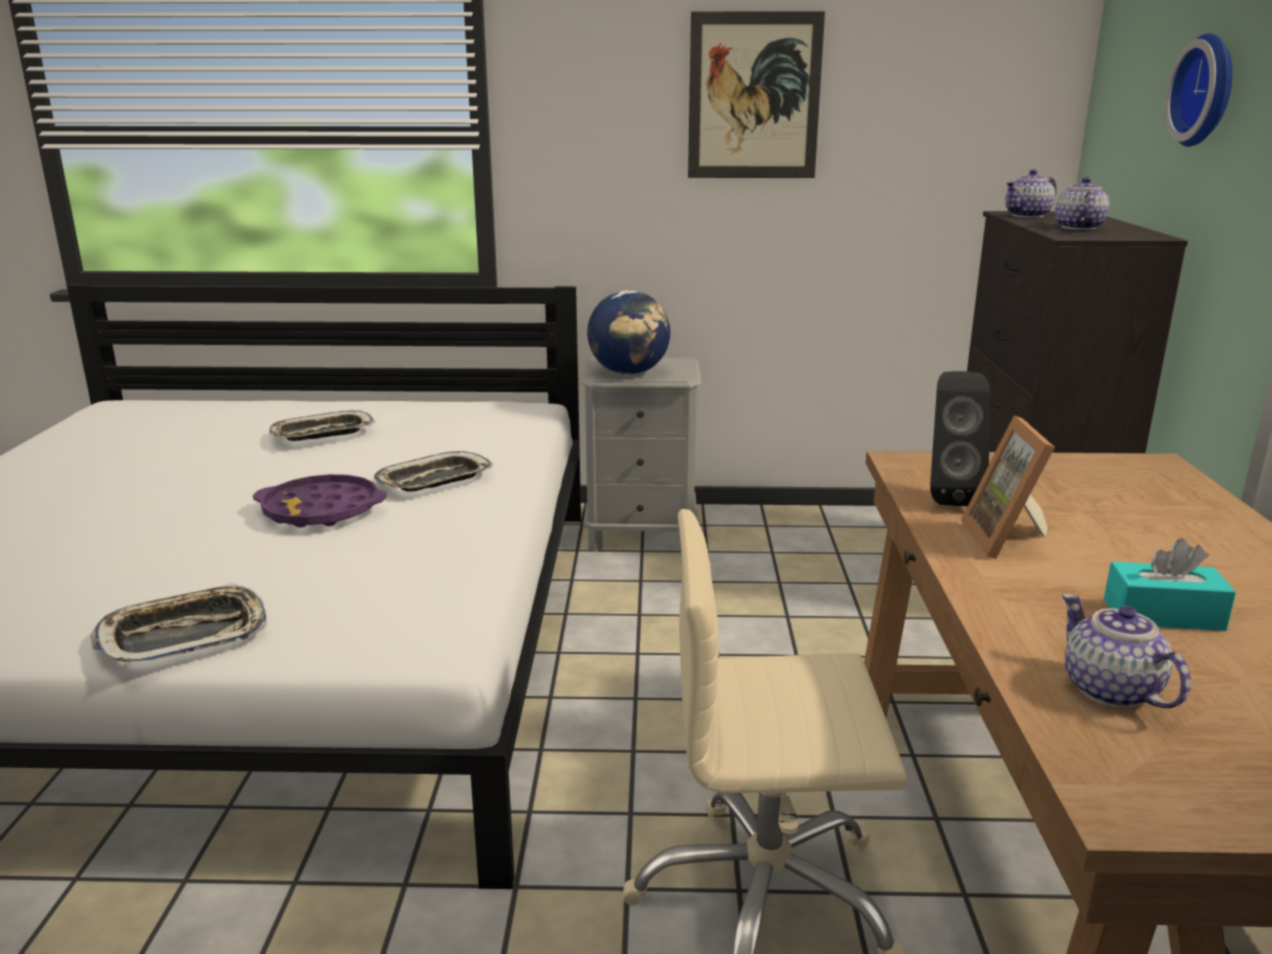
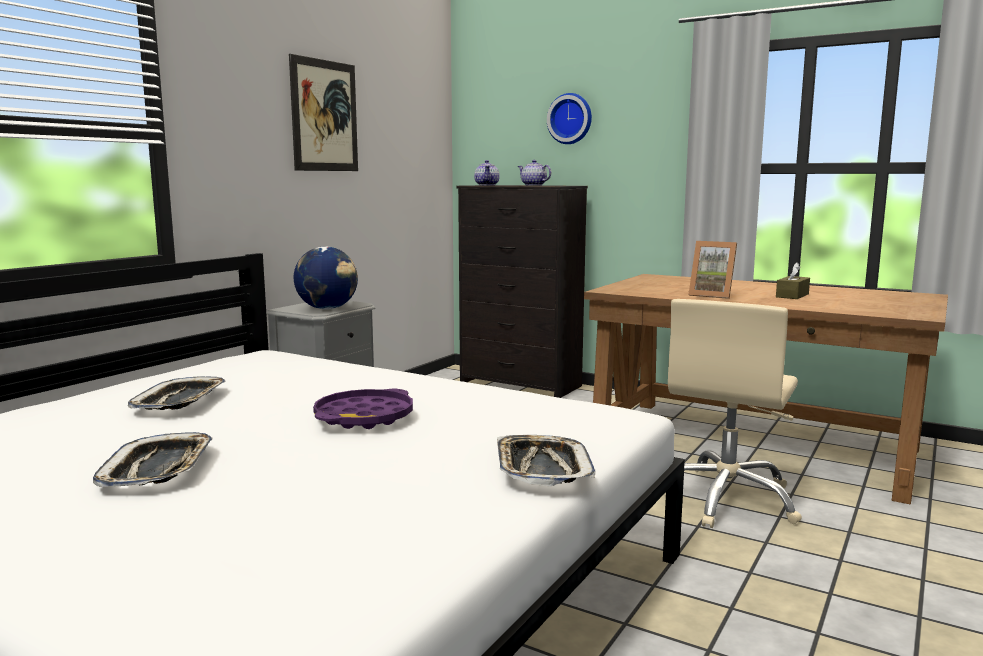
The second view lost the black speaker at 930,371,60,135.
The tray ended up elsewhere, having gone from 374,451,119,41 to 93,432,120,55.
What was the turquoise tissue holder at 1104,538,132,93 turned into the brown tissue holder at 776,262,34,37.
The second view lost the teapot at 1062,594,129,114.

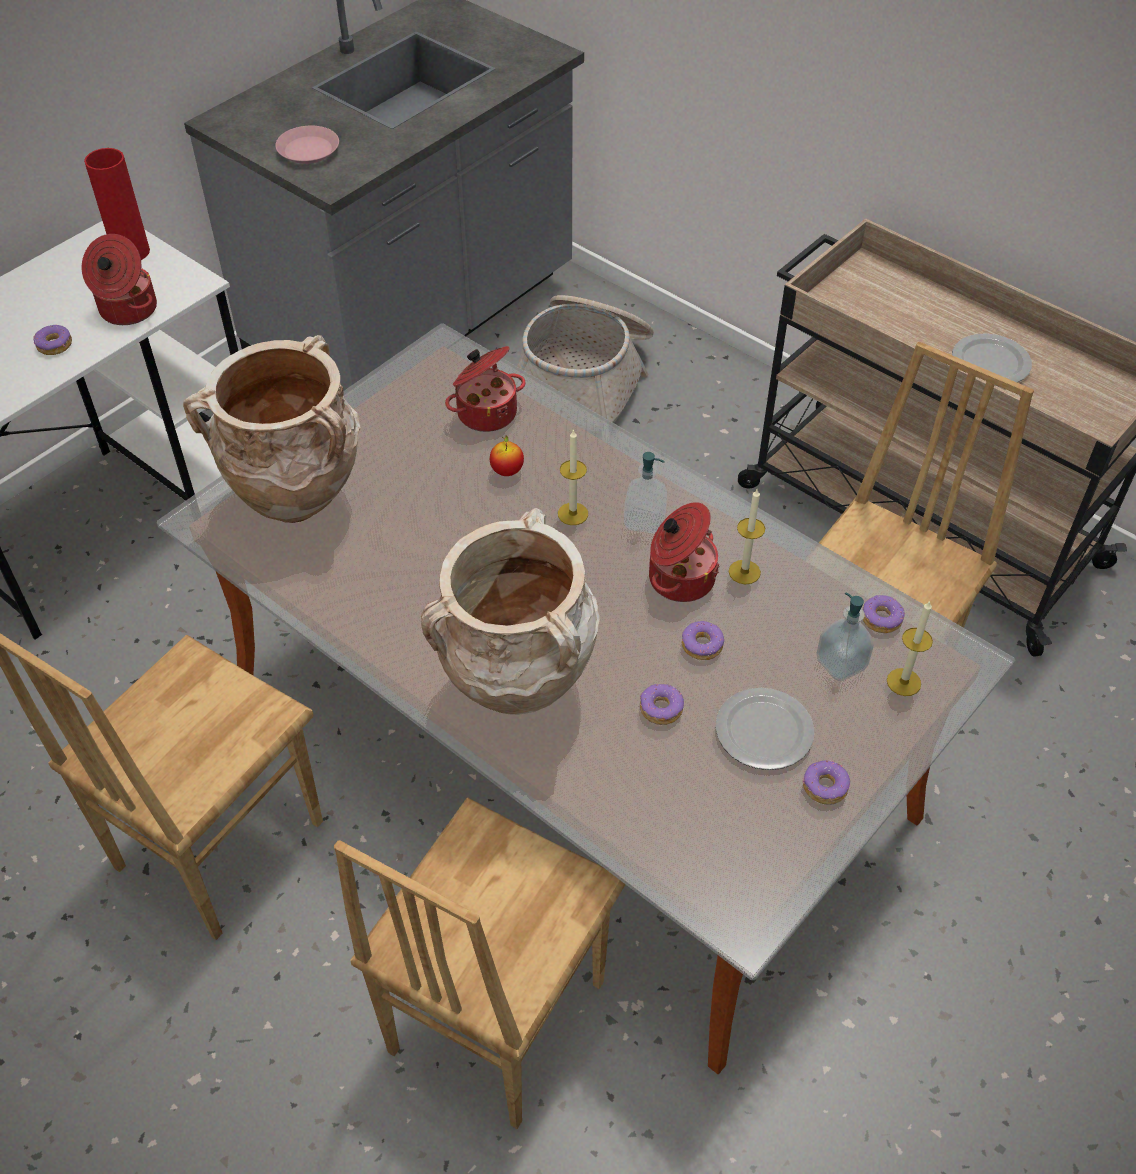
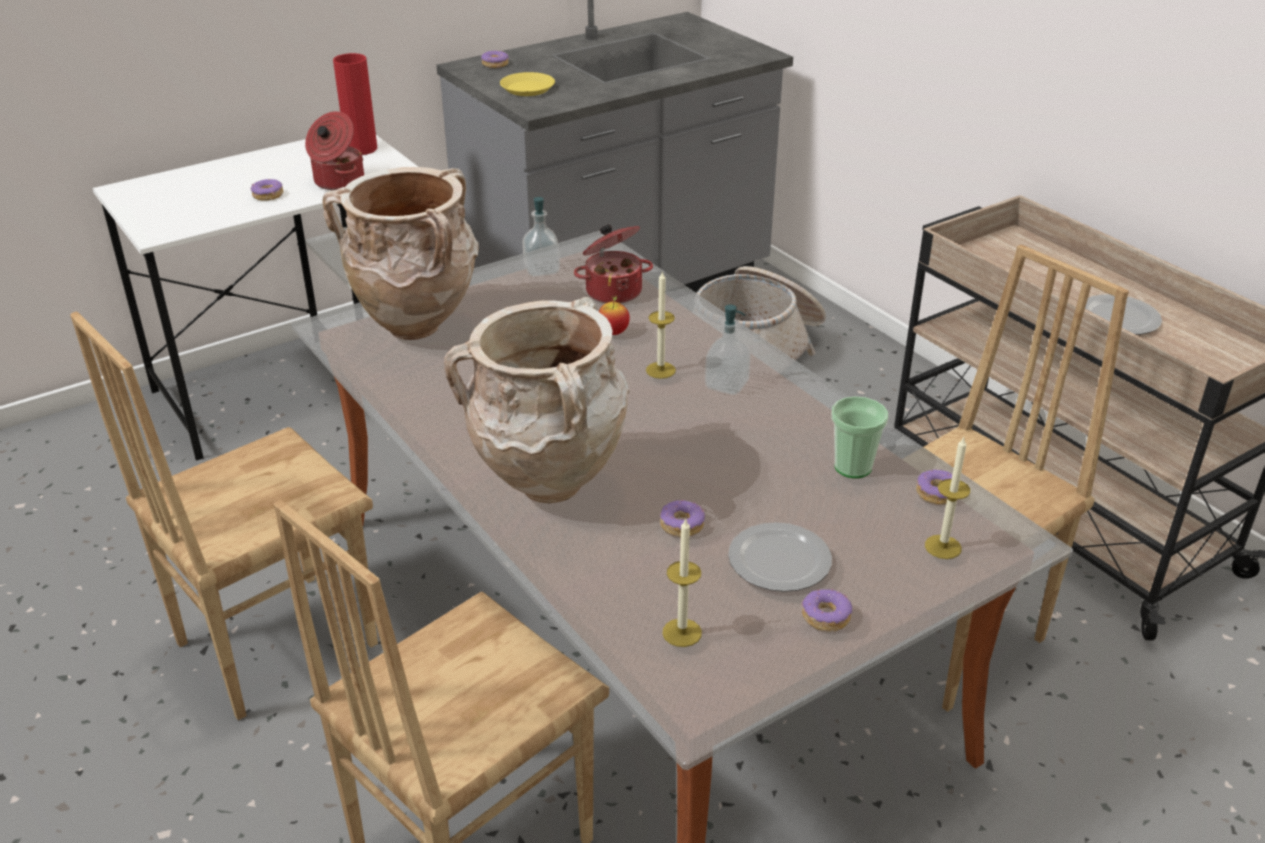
What was the pink flat dish at 275,126,64,38 turned into the yellowish flat dish at 500,72,55,24.
The wax light ended up elsewhere, having gone from 729,488,36,97 to 662,518,40,129.
The second view lost the cooking pot at 649,502,71,100.
The liquid soap bottle ended up elsewhere, having gone from 816,592,58,89 to 522,197,38,79.
The donut ended up elsewhere, having gone from 682,621,42,39 to 481,50,28,18.
The second view gained the cup at 831,397,57,81.

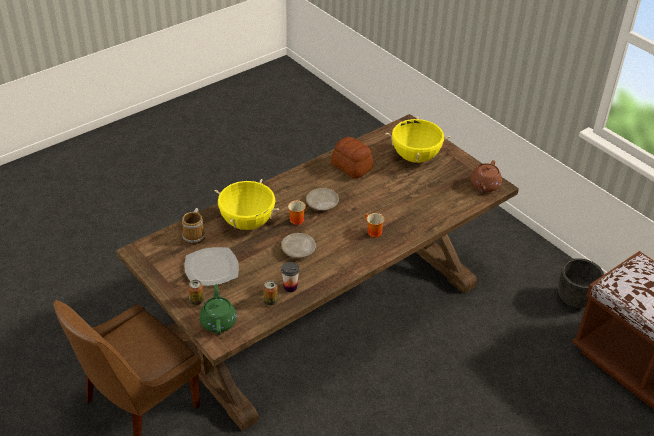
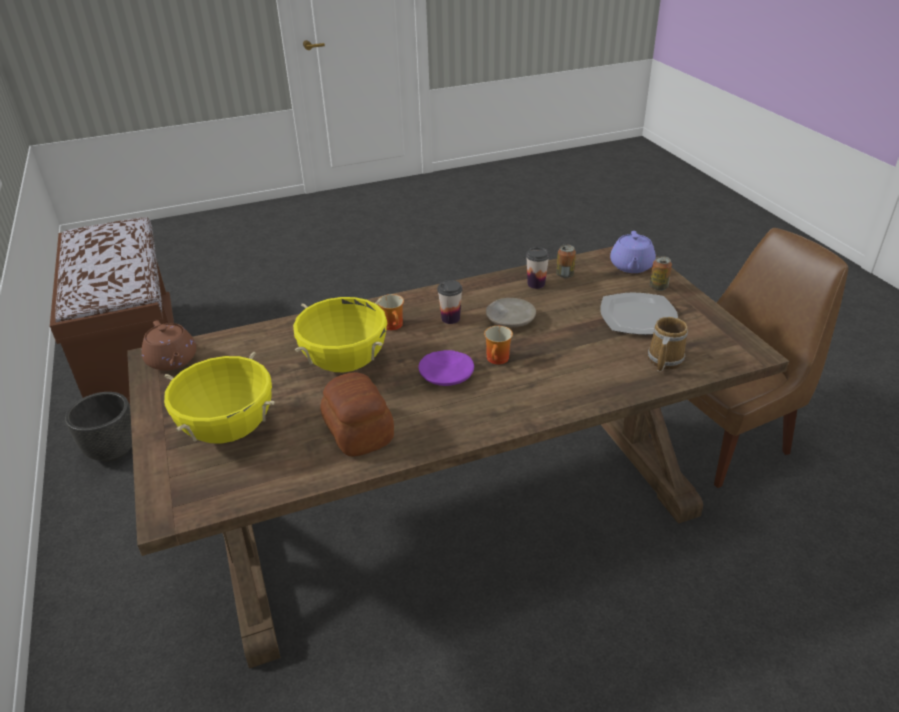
The brown teapot at 470,160,32,32 ended up facing another way, 105 degrees clockwise from before.
The yellowish cooking pot ended up elsewhere, having gone from 215,179,64,51 to 293,297,94,75.
What was the beige flat dish at 306,188,33,23 turned into the purplish flat dish at 419,350,55,36.
What was the green teapot at 199,284,38,51 turned into the purplish teapot at 610,231,46,42.
The second view gained the cup at 437,280,26,44.

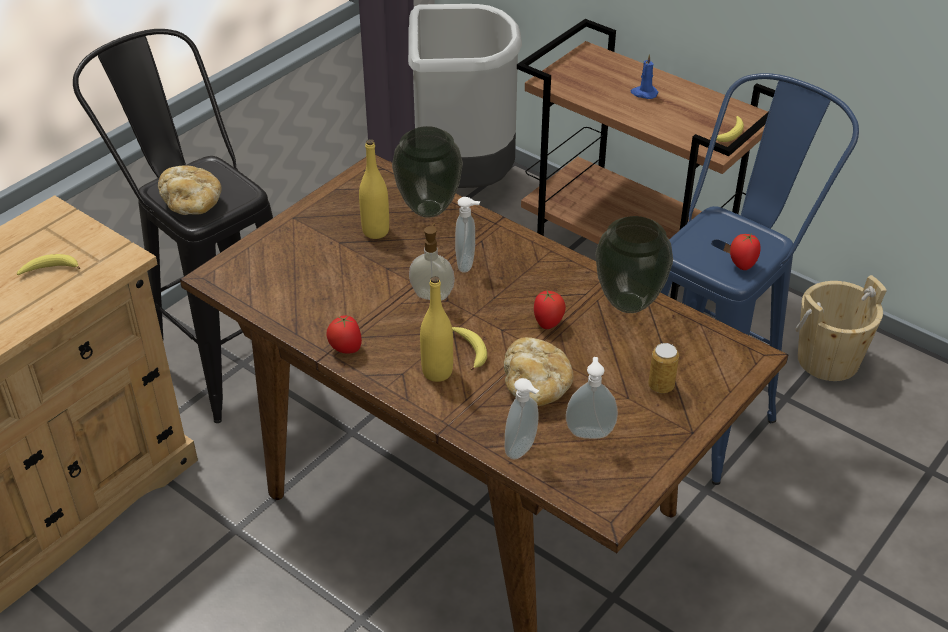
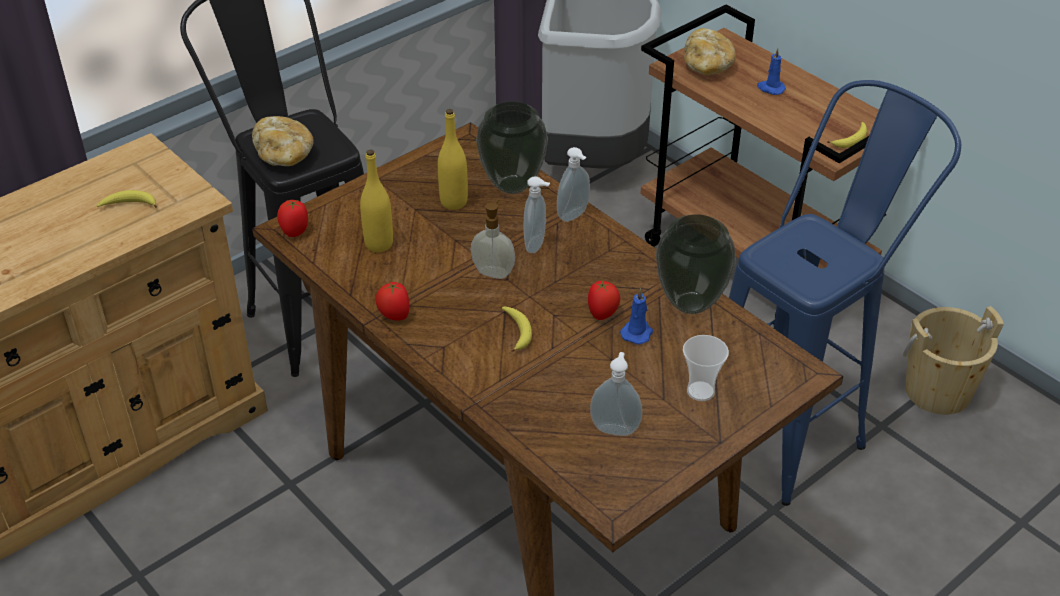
The whole tomato ended up elsewhere, having gone from 730,234,30,36 to 277,200,31,37.
The yellowish beverage bottle ended up elsewhere, having gone from 420,276,33,106 to 360,150,33,102.
The bakery bread ended up elsewhere, having gone from 504,337,70,69 to 684,28,52,47.
Where the can stood at 648,343,31,50, the cup came to stand at 683,335,46,66.
The liquid soap bottle ended up elsewhere, having gone from 505,378,34,81 to 557,147,33,75.
The second view gained the bluish wax light at 620,288,33,56.

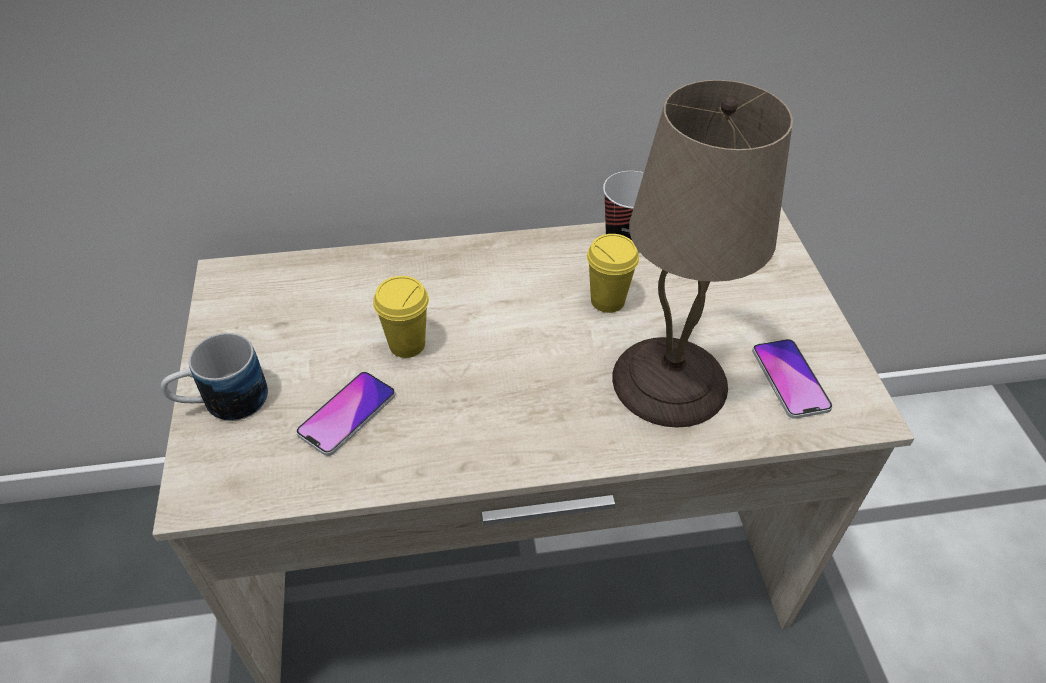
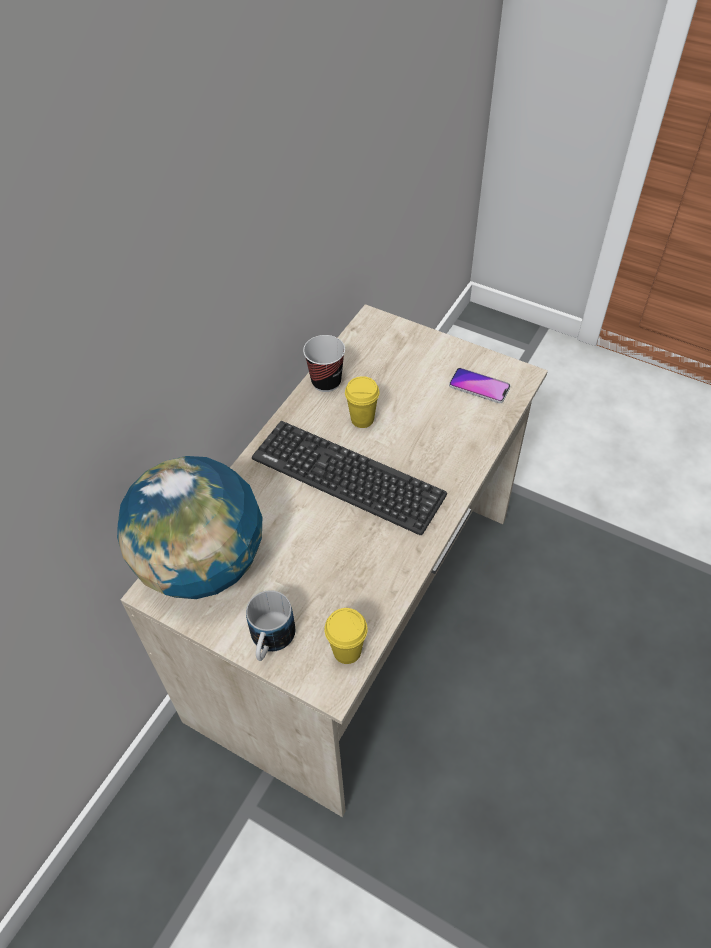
The second view lost the beige table lamp at 612,80,181,348.
The yellowish cup ended up elsewhere, having gone from 373,276,56,82 to 324,608,44,56.
The second view lost the handset at 296,371,100,85.
The second view gained the keyboard at 252,421,195,114.
The second view gained the desk globe at 117,456,145,143.

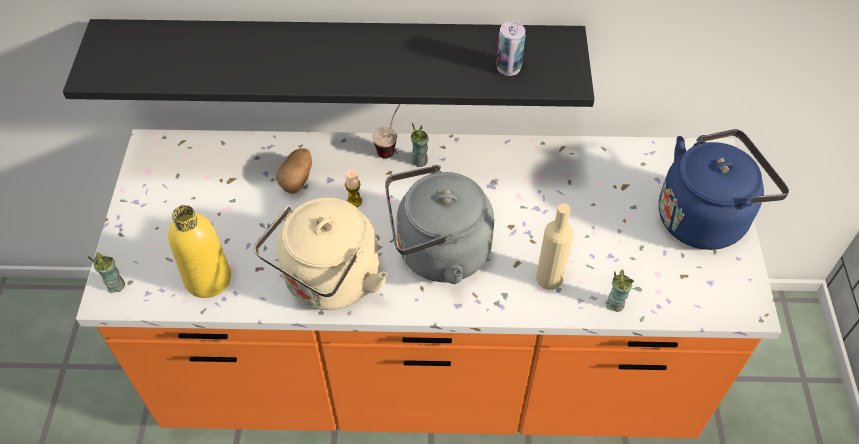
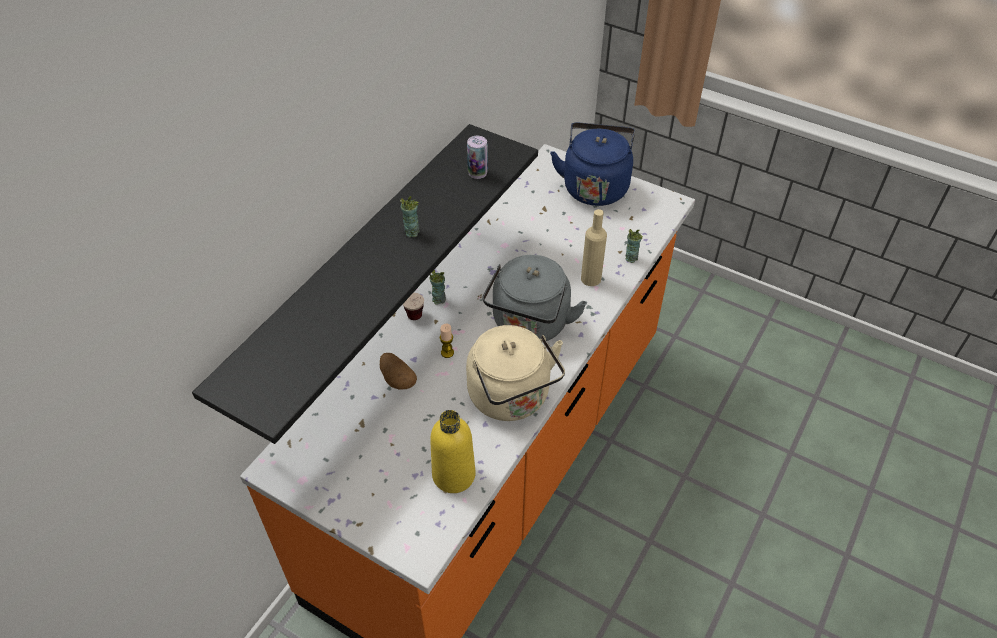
The cup ended up elsewhere, having gone from 88,252,37,41 to 400,196,20,41.

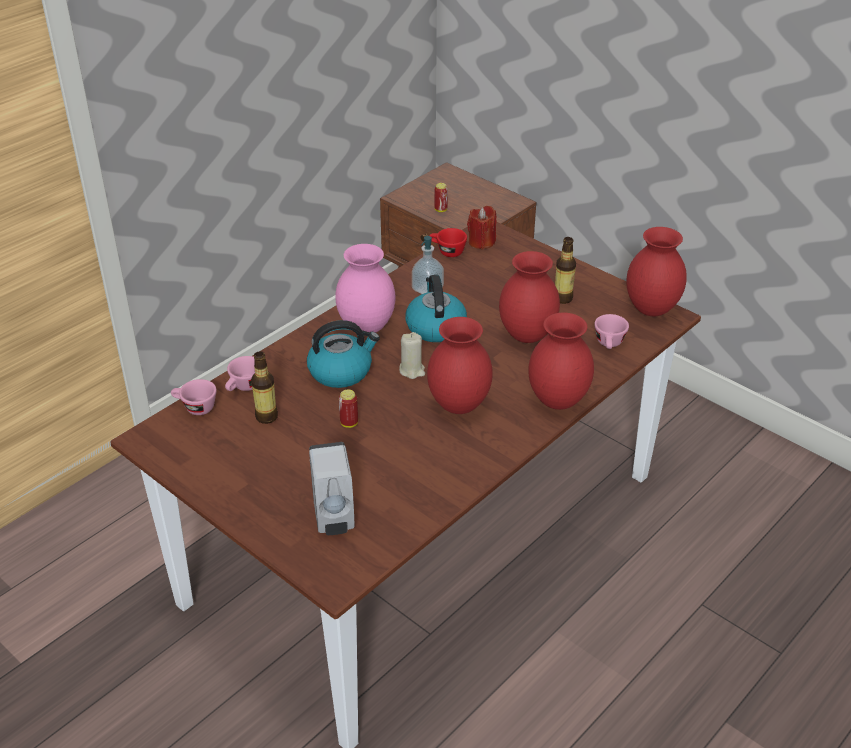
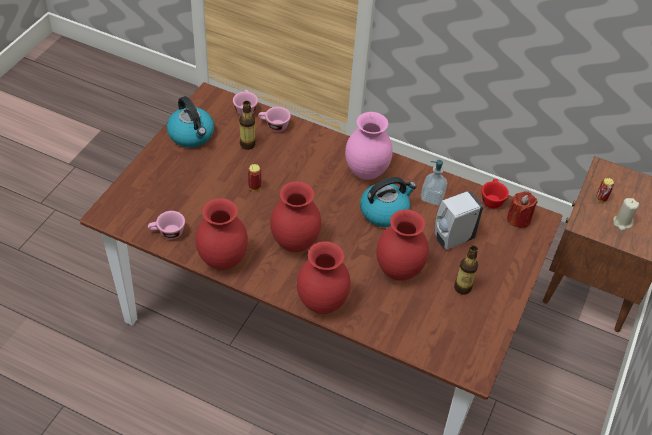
The red-coloured flower vase ended up elsewhere, having gone from 626,227,61,89 to 195,198,53,72.
The pink cup ended up elsewhere, having gone from 594,314,35,35 to 148,211,37,28.
The water kettle ended up elsewhere, having gone from 307,320,73,68 to 167,96,47,52.
The beige wax light ended up elsewhere, having gone from 399,332,26,47 to 613,198,26,33.
The white liquid soap bottle ended up elsewhere, having gone from 309,442,46,93 to 434,191,49,59.

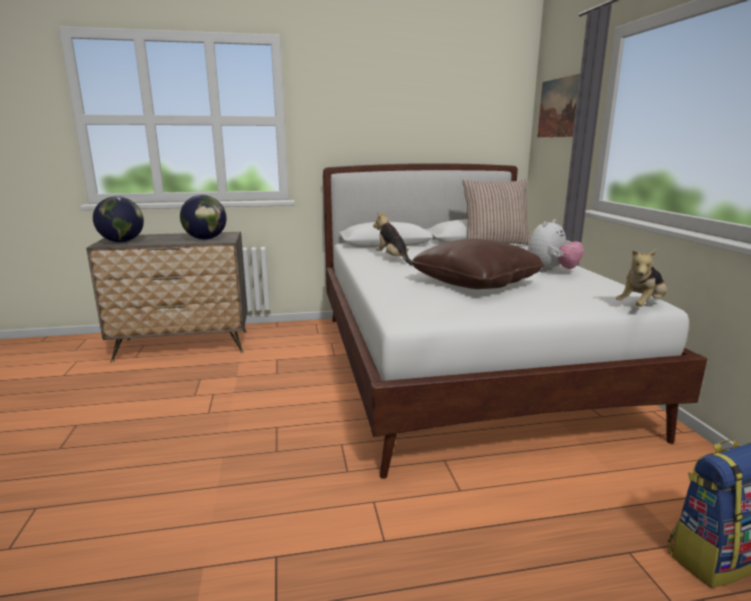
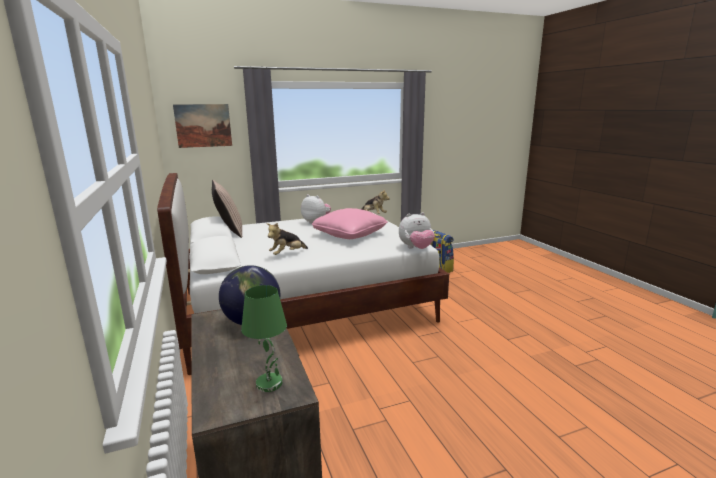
Where the desk globe stood at 93,196,51,46, the green table lamp came to stand at 241,285,46,107.
What was the brown throw pillow at 411,239,133,50 turned into the pink throw pillow at 312,208,76,31.
The second view gained the soft toy at 399,212,36,37.

